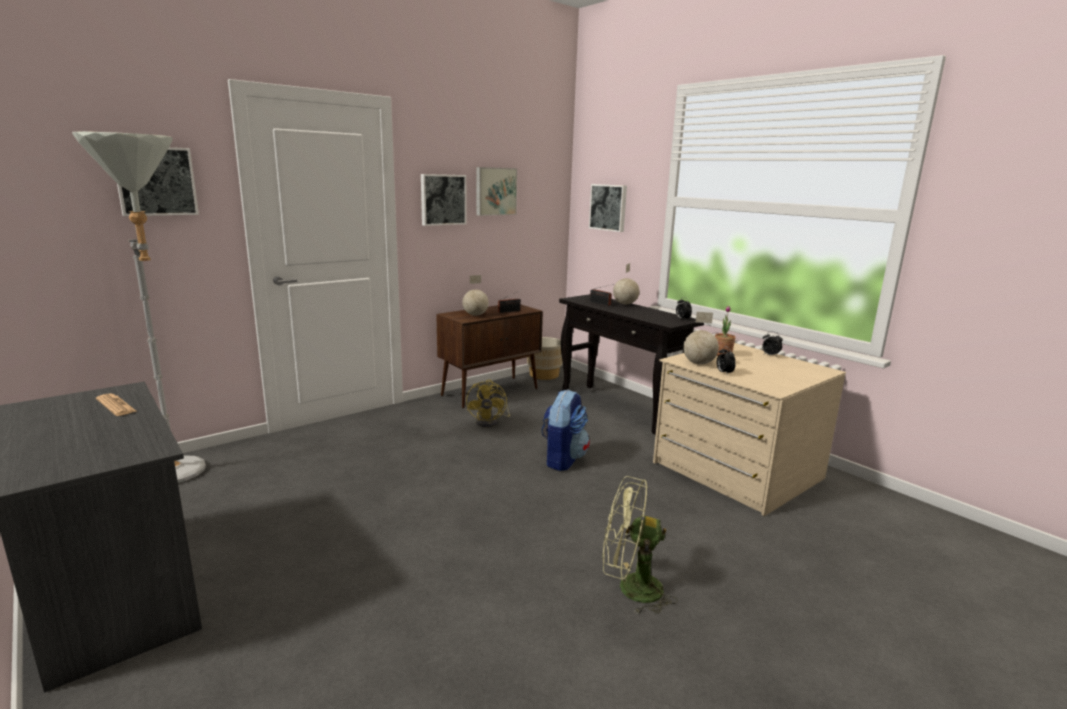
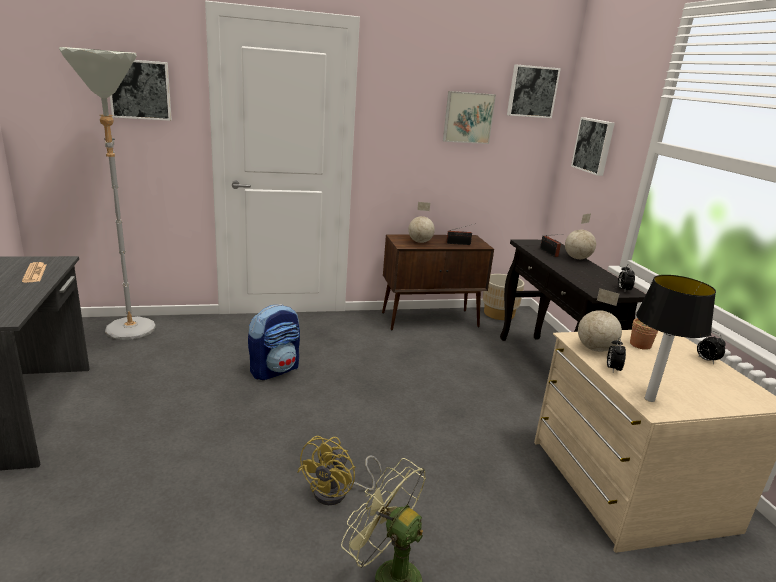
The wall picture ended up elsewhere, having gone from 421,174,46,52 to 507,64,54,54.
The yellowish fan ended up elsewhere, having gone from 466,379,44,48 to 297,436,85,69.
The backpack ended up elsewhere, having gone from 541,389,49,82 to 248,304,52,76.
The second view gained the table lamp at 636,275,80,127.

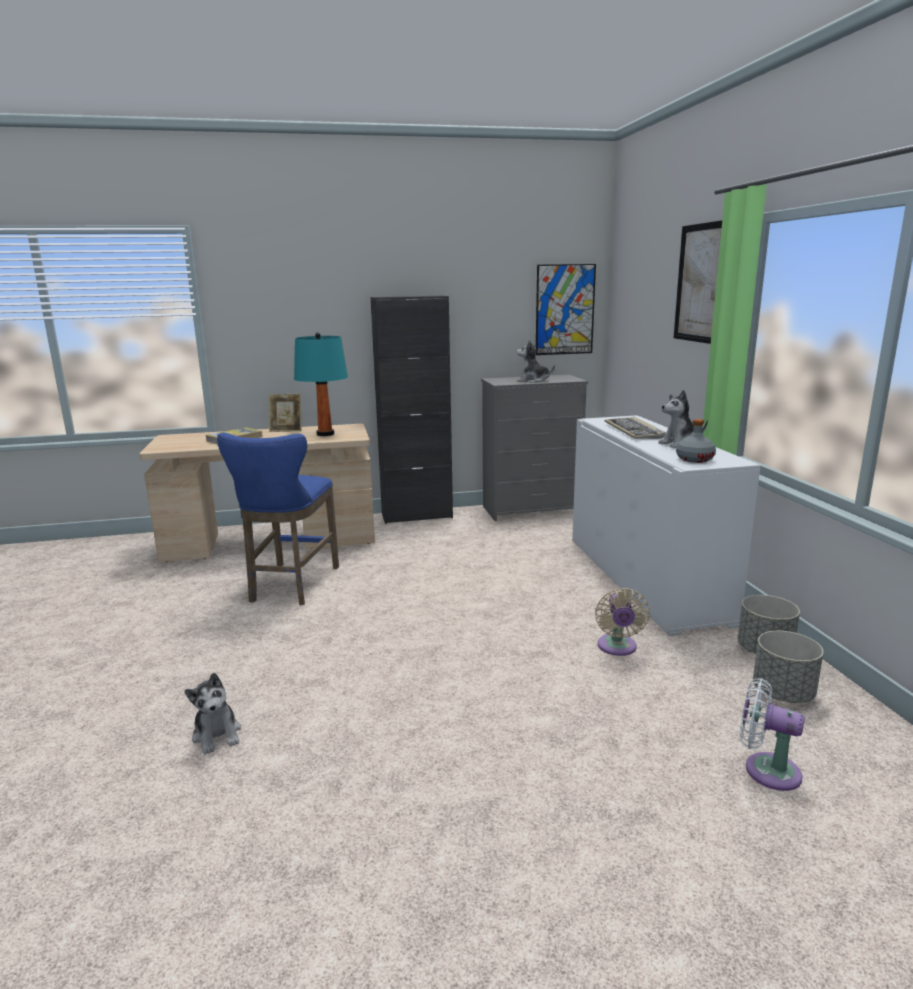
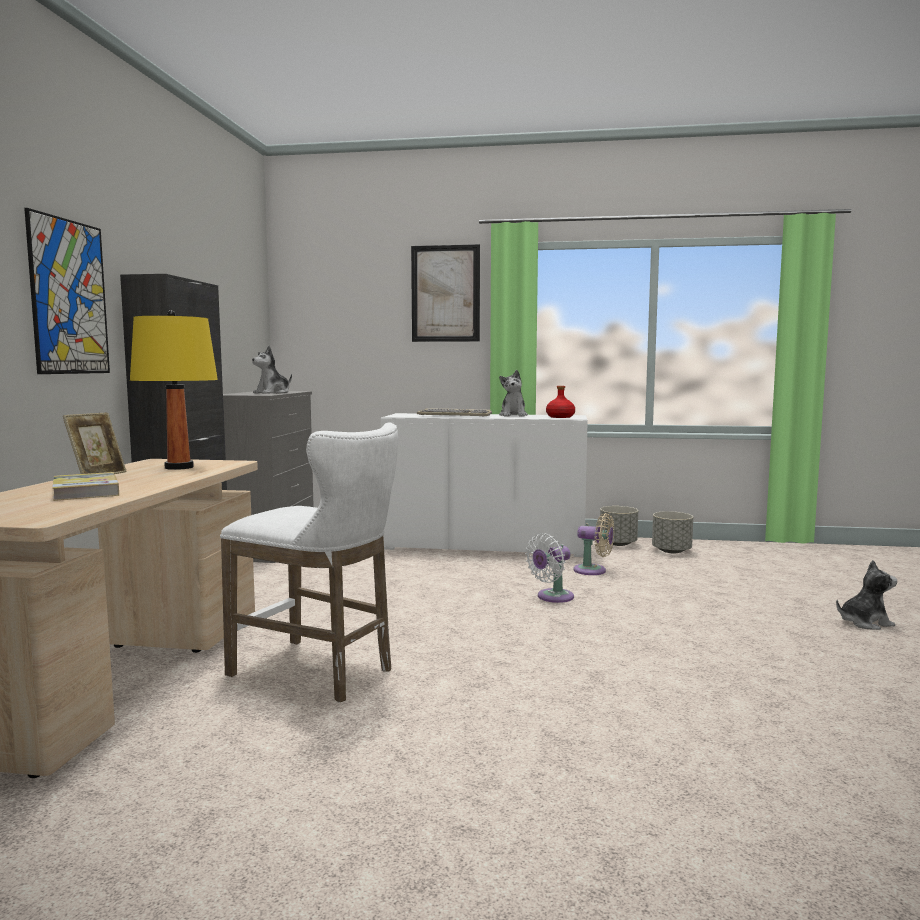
The wall picture ended up elsewhere, having gone from 536,264,60,91 to 24,208,86,166.
What was the turquoise table lamp at 294,332,54,104 turned into the yellowish table lamp at 130,310,88,160.
What was the greyish beverage bottle at 676,419,40,44 turned into the red-coloured beverage bottle at 546,386,29,32.
What was the bluish sitting stool at 217,432,122,173 turned into the white sitting stool at 220,422,178,281.
The soft toy ended up elsewhere, having gone from 184,673,57,82 to 836,560,61,70.
The white fan ended up elsewhere, having gone from 740,678,65,113 to 526,533,48,70.

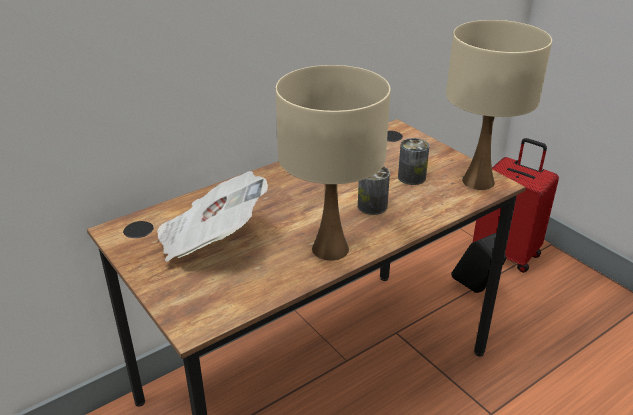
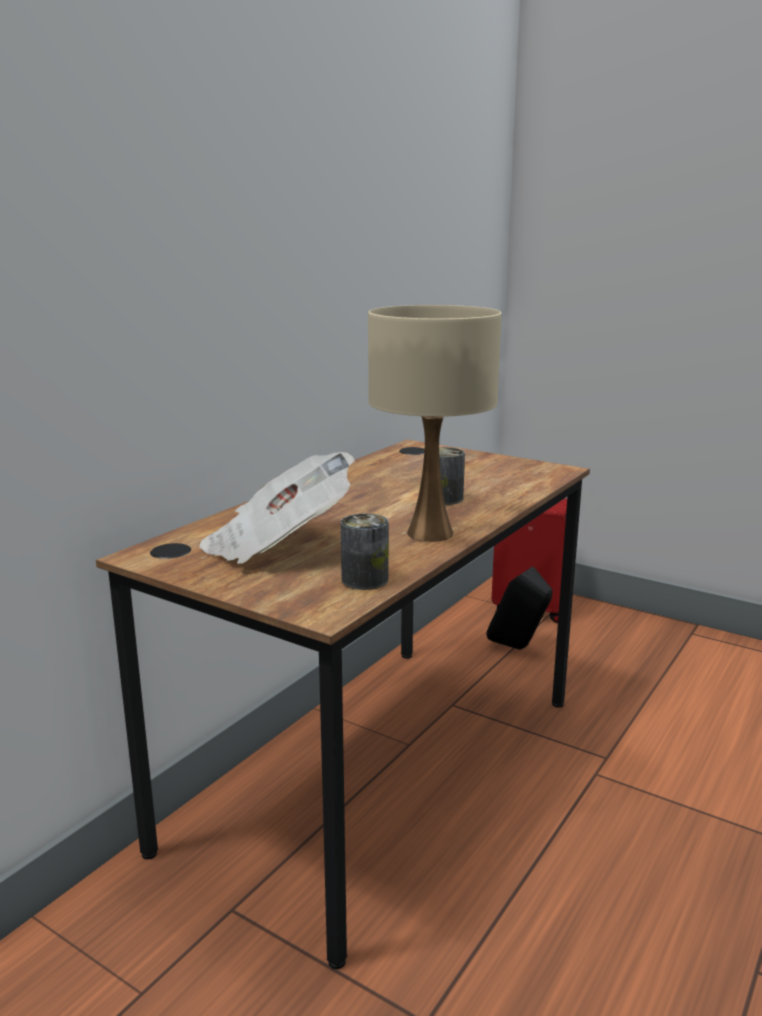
The second view lost the beige table lamp at 446,20,106,170.
The can ended up elsewhere, having gone from 398,138,32,47 to 341,513,48,77.

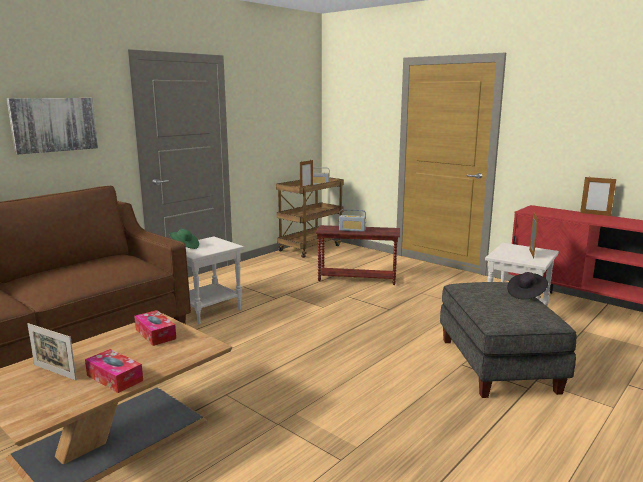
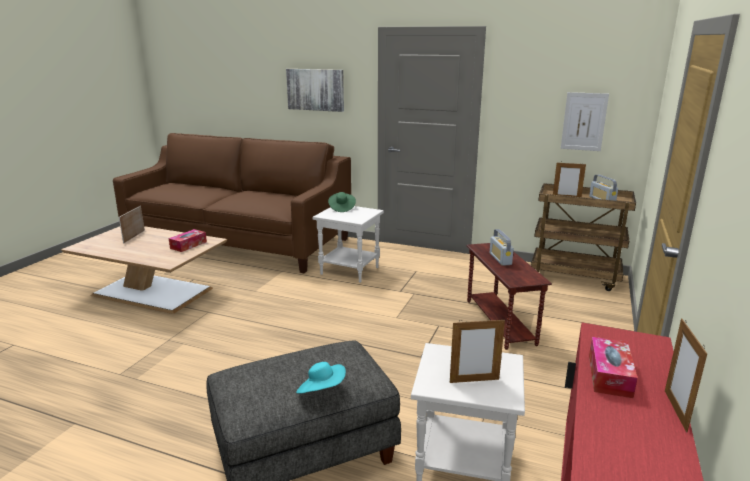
What was the black clothing hat at 507,272,41,28 turned into the turquoise clothing hat at 296,362,50,31.
The tissue holder ended up elsewhere, having gone from 85,349,58,44 to 589,337,49,61.
The second view gained the wall picture at 561,92,48,59.

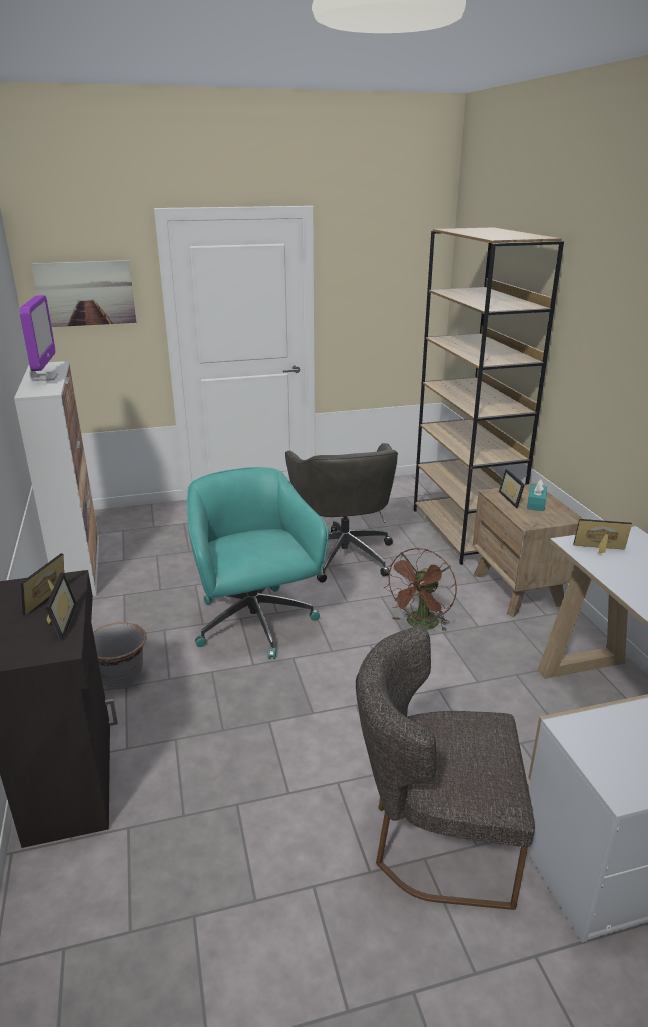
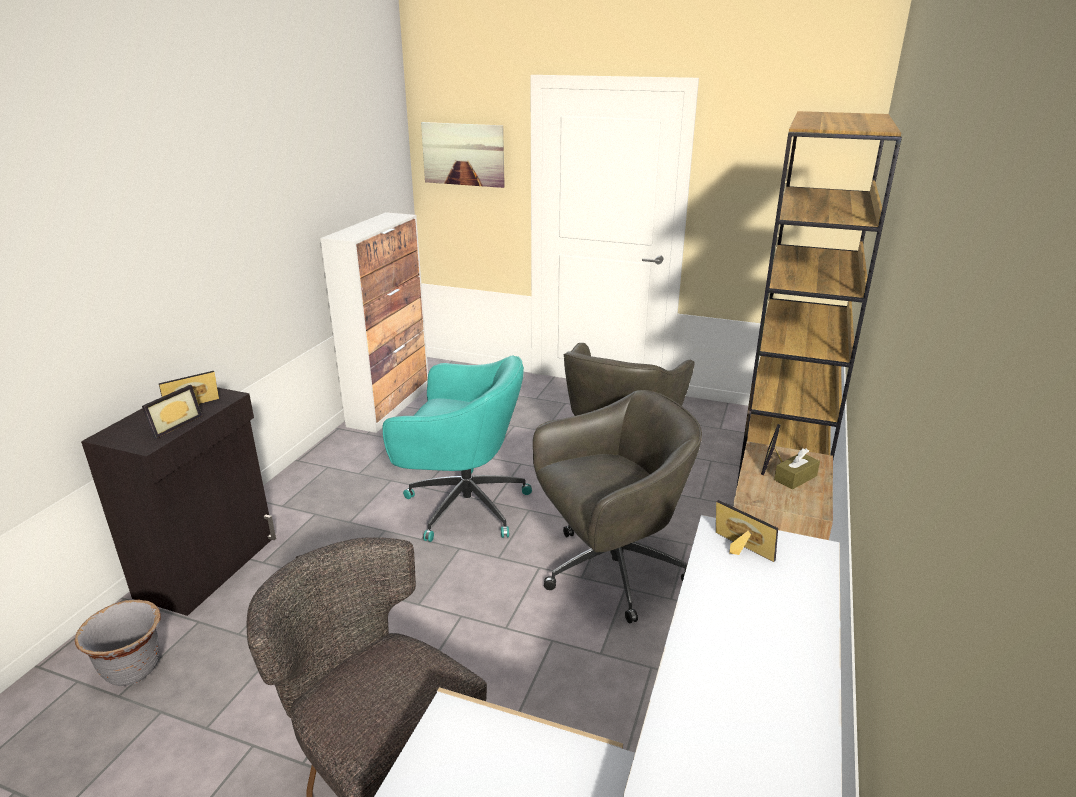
The second view lost the computer screen at 19,295,39,86.
The turquoise desk chair at 187,467,142,192 ended up facing another way, 90 degrees clockwise from before.
What was the turquoise tissue holder at 527,479,20,32 turned into the brown tissue holder at 774,448,46,42.
Where the brown fan stood at 384,548,73,83, the greyish desk chair came to stand at 533,390,169,233.
The greyish flower pot ended up elsewhere, having gone from 93,622,54,68 to 75,600,86,86.

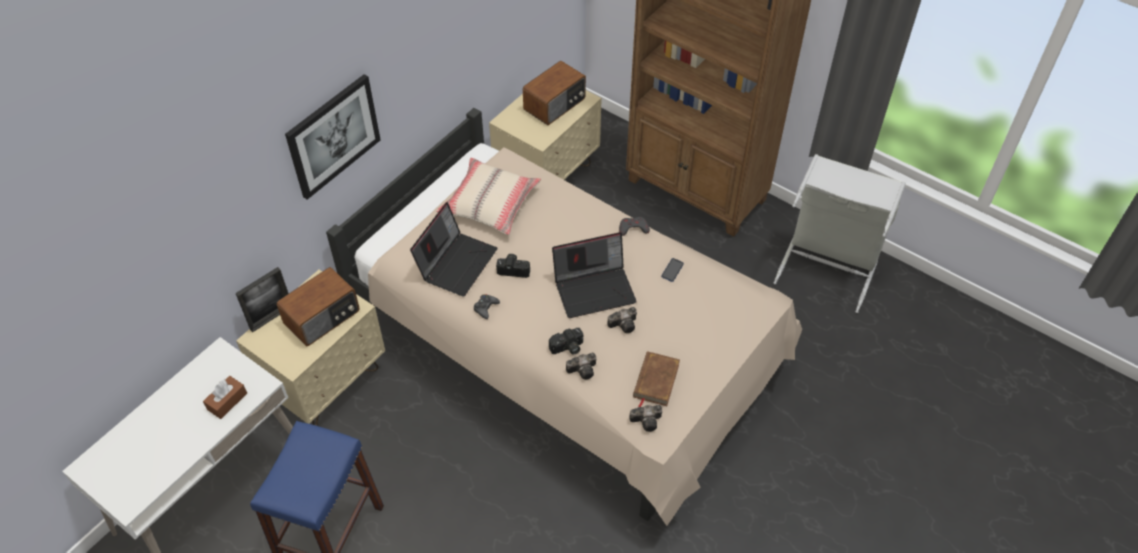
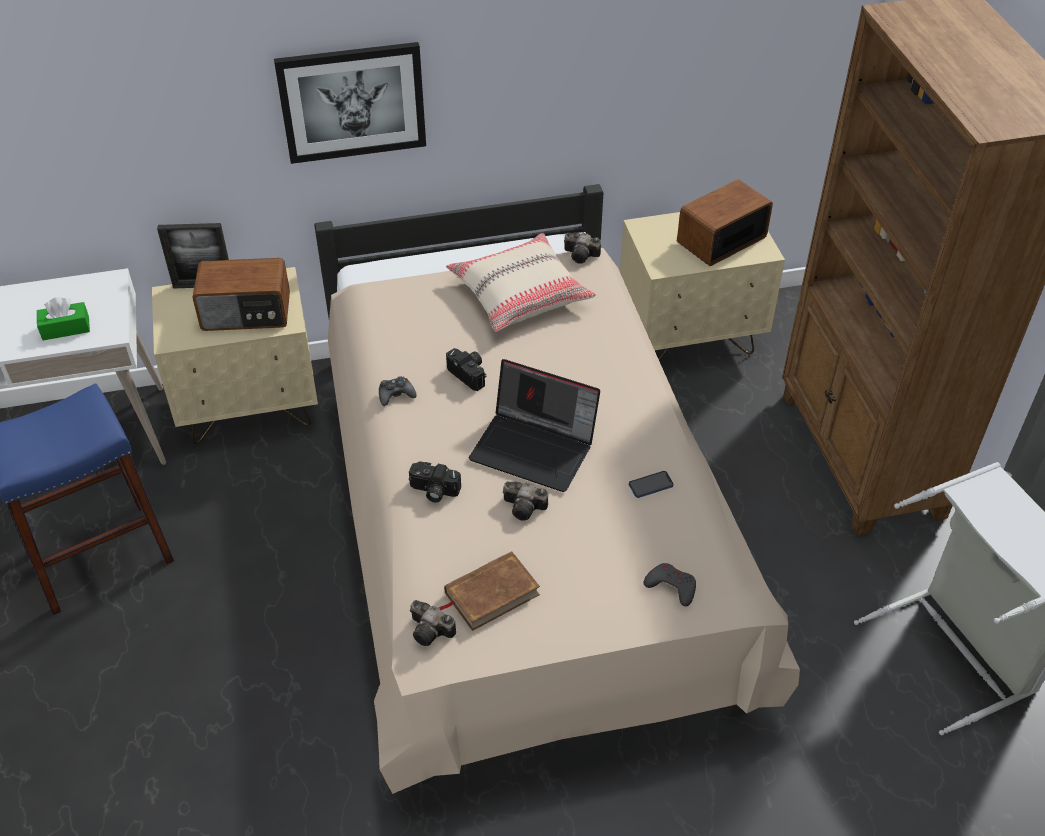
The radio at 523,61,63,64 ended up facing another way, 150 degrees clockwise from before.
The second view lost the notebook computer at 410,202,88,95.
The greyish game controller ended up elsewhere, having gone from 619,217,31,19 to 644,563,52,43.
The photo camera ended up elsewhere, having gone from 566,353,31,27 to 564,233,37,31.
What was the brown tissue holder at 203,376,44,43 turned into the green tissue holder at 37,297,53,43.

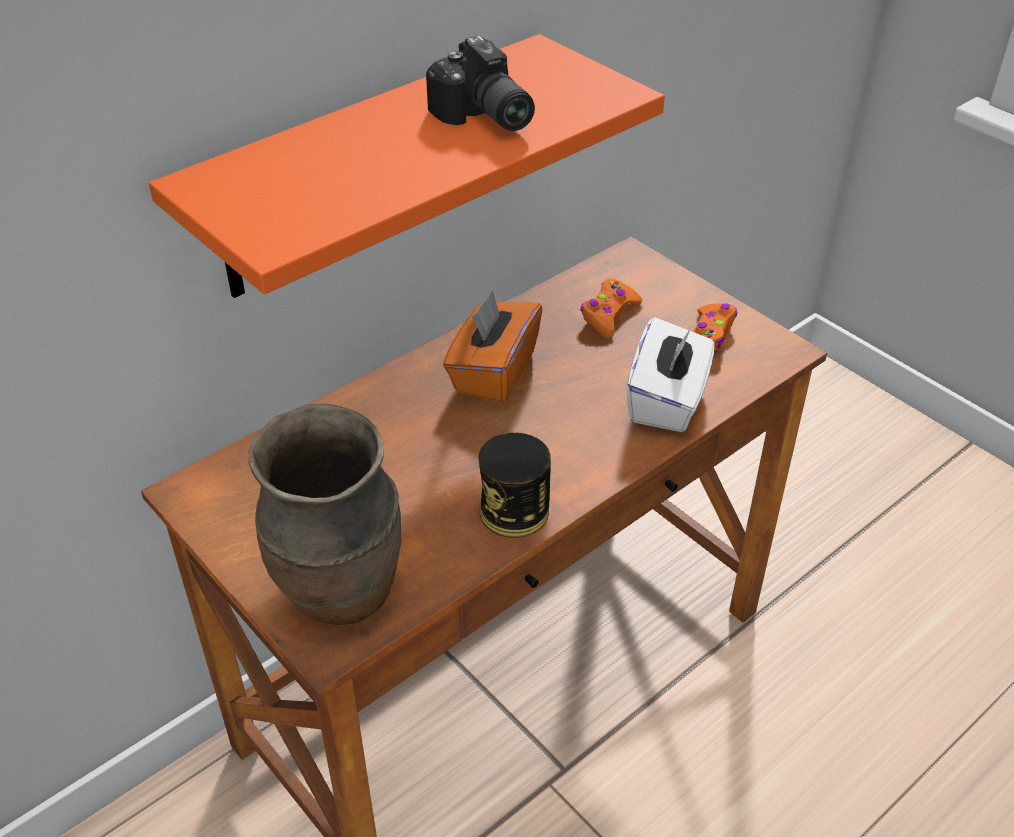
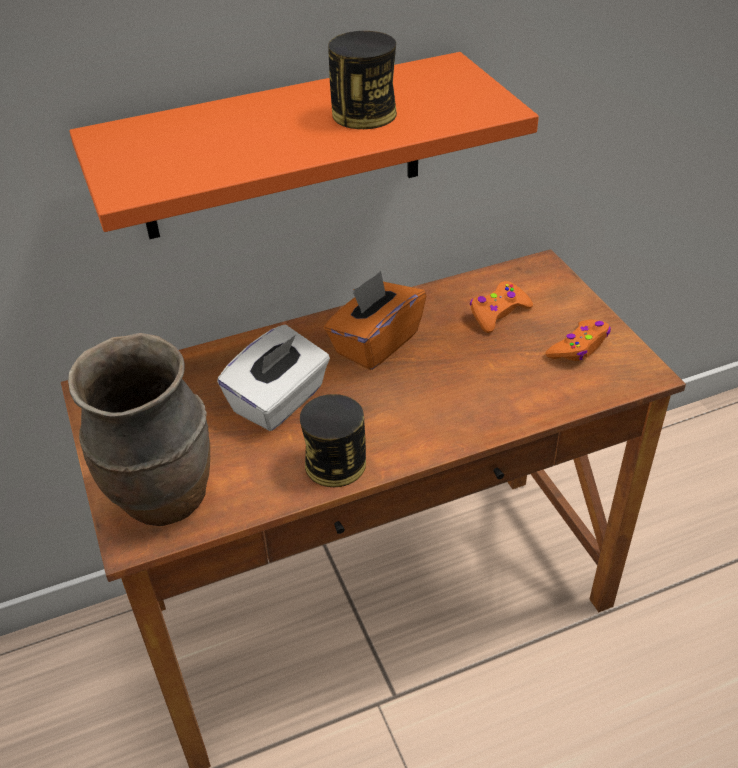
Where the photo camera stood at 426,36,109,95, the can came to stand at 328,31,69,98.
The white tissue holder ended up elsewhere, having gone from 626,317,88,115 to 217,324,113,107.

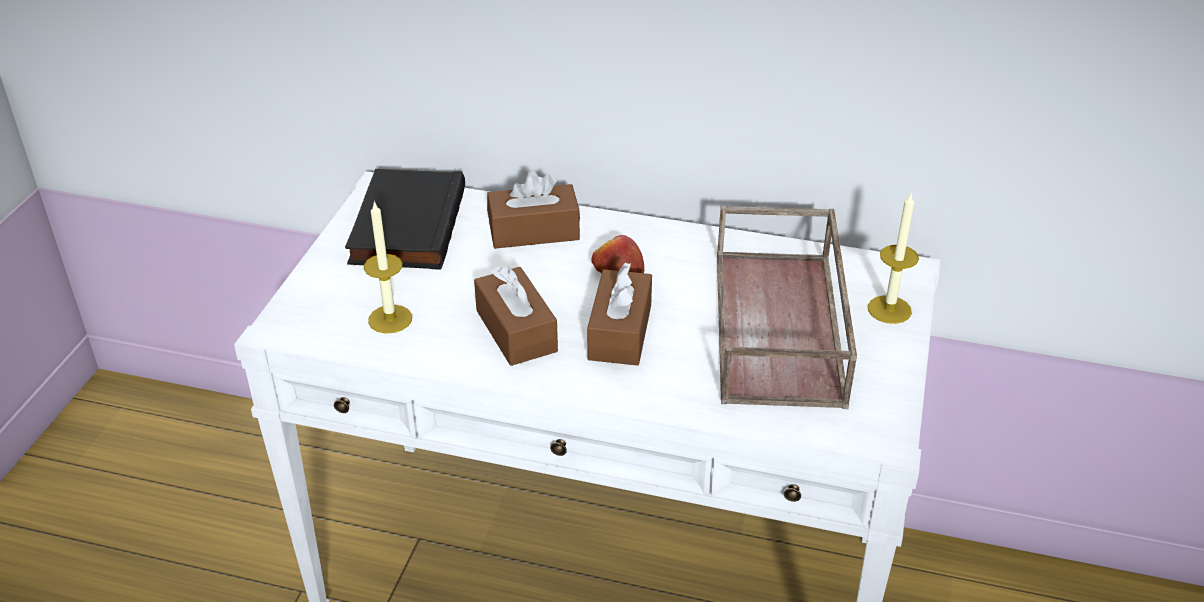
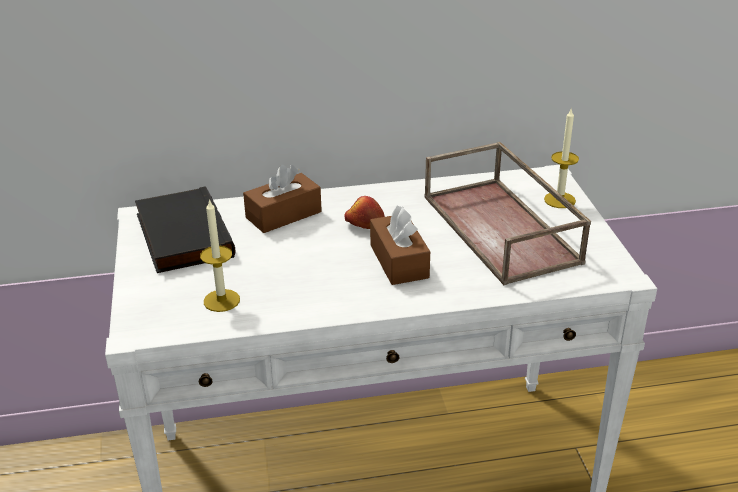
The second view lost the brown tissue holder at 474,266,84,100.

